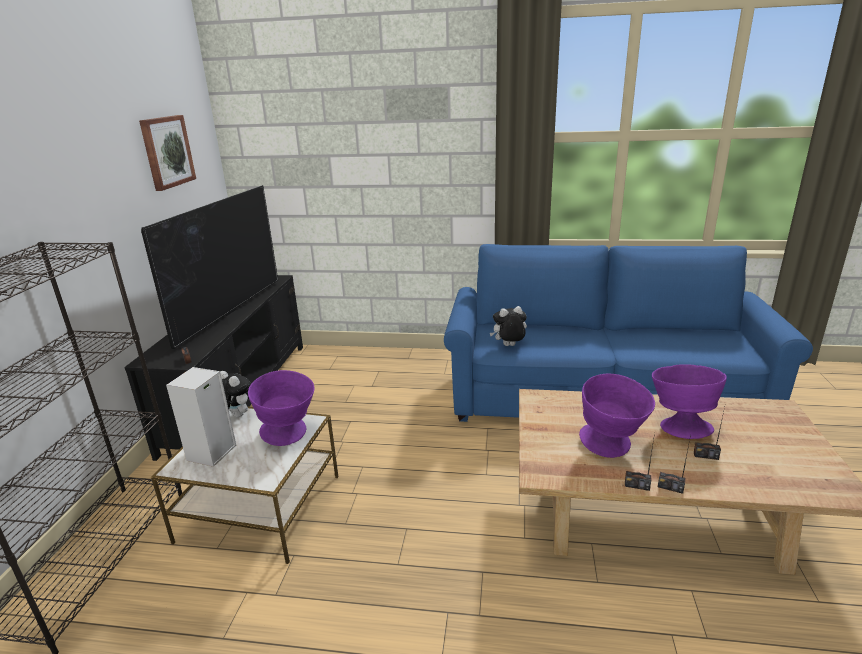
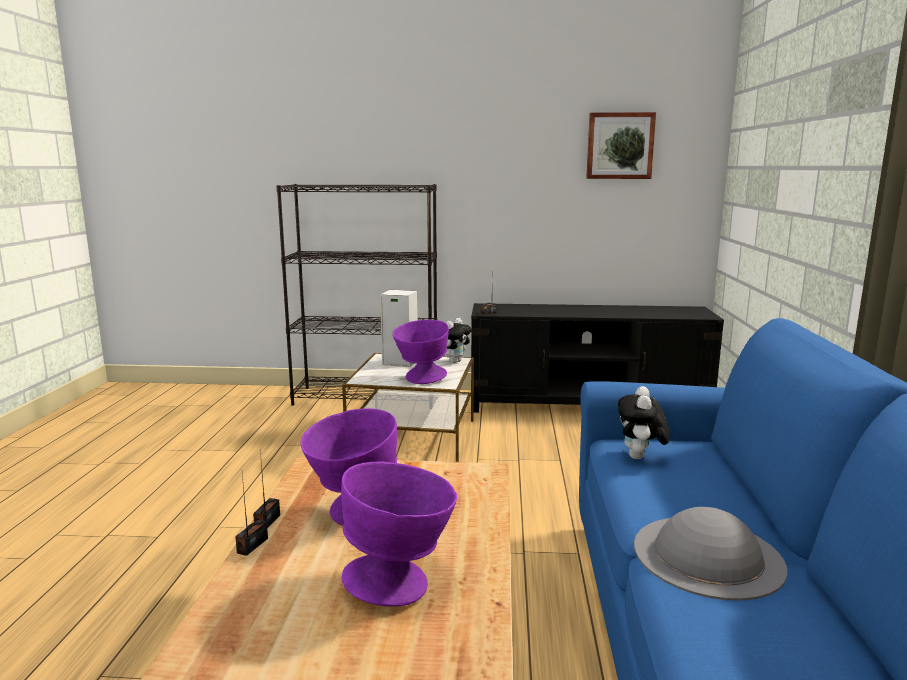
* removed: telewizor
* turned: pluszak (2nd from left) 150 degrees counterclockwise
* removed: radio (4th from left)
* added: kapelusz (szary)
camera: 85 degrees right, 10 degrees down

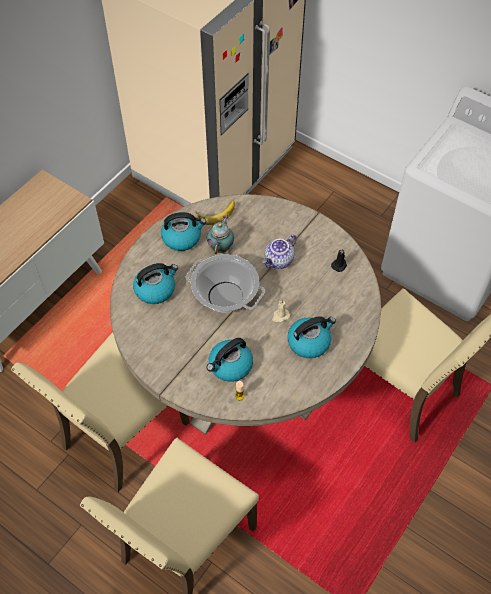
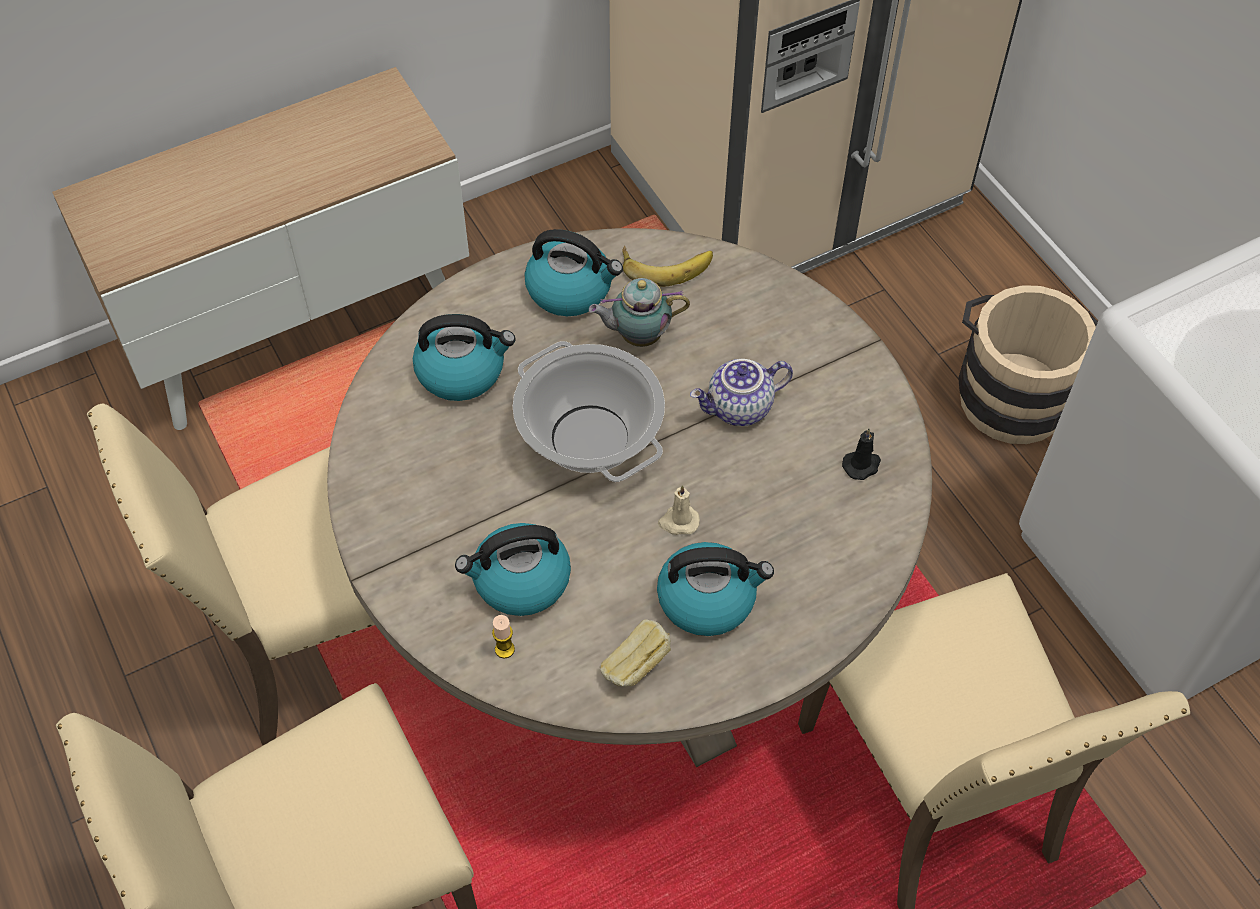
* turned: imbryk (1st from left) 135 degrees counterclockwise
* added: chleb
* added: wiadro (beżowy)
camera: 25 degrees right, 0 degrees up

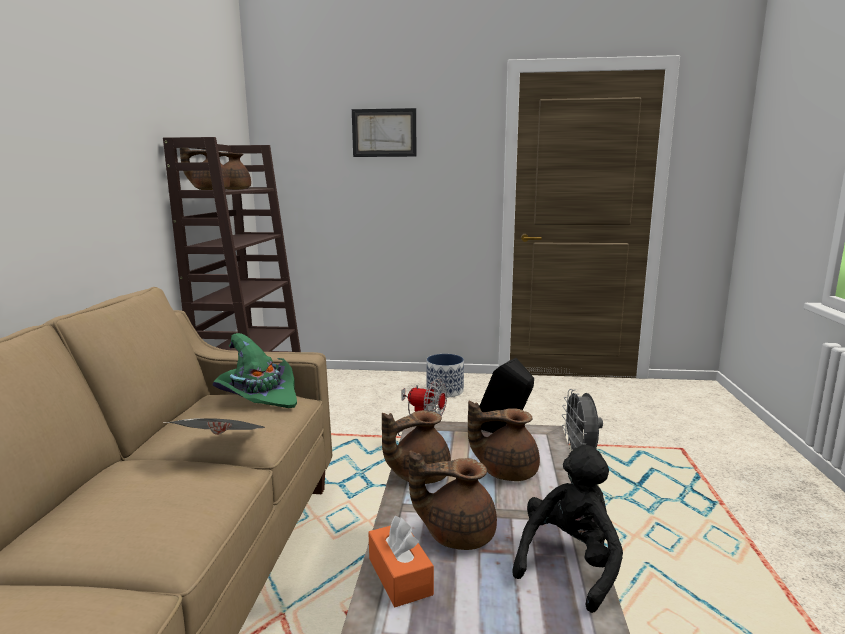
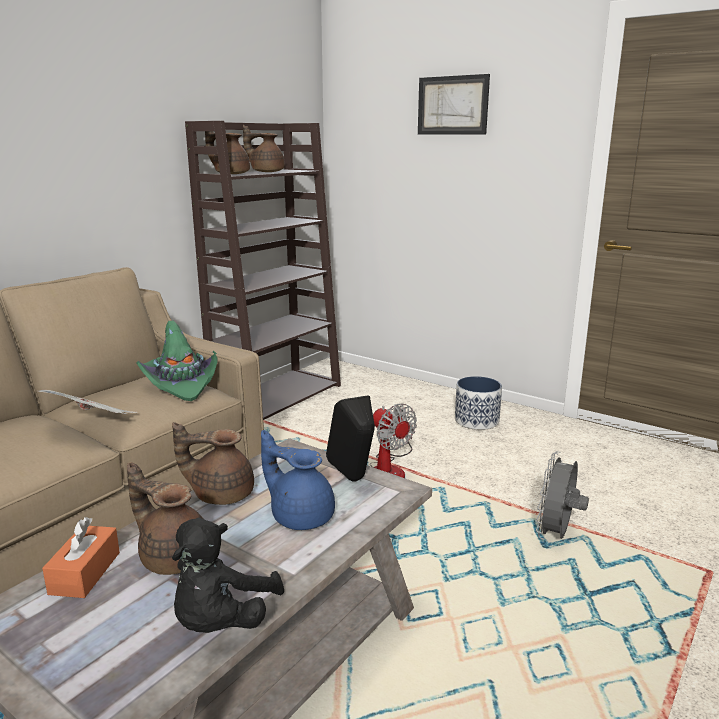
* recoloured: imbryk (brązowy) (5th from left) to imbryk (niebieski)
* turned: pluszak (czarny) 135 degrees clockwise
camera: 30 degrees right, 5 degrees up

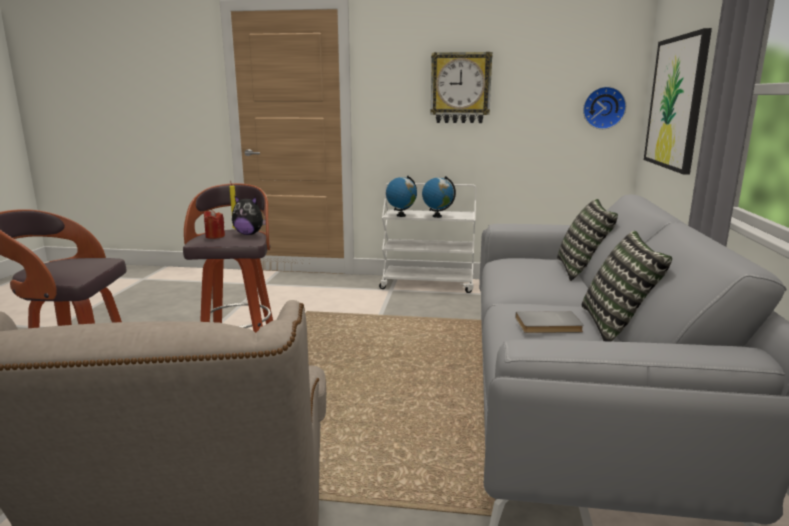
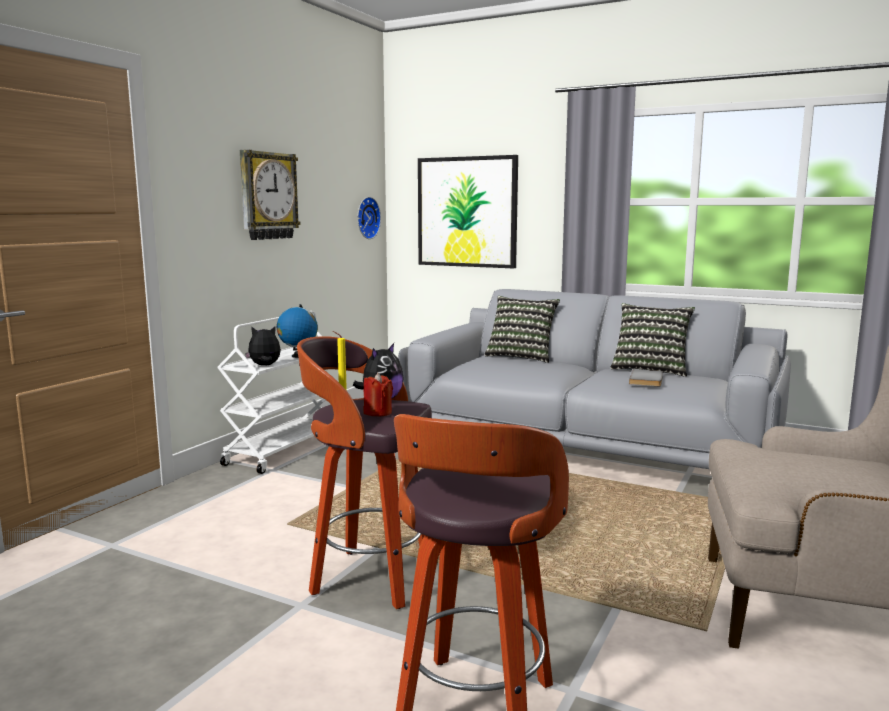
* replaced: globus (1st from left) to pluszak (1st from left)
camera: 70 degrees left, 5 degrees down

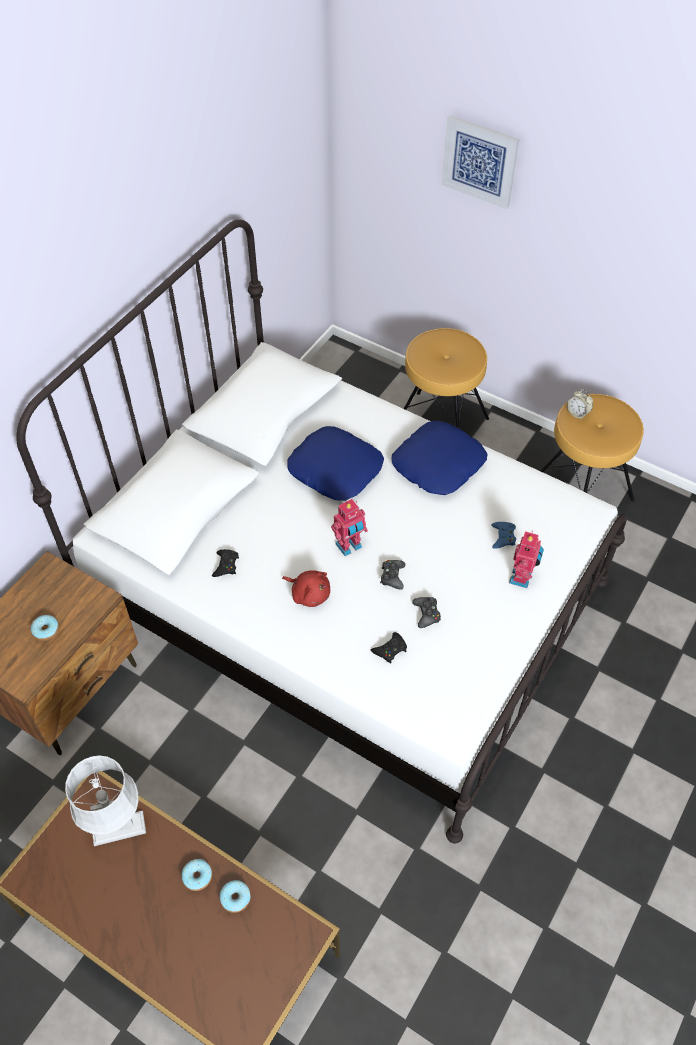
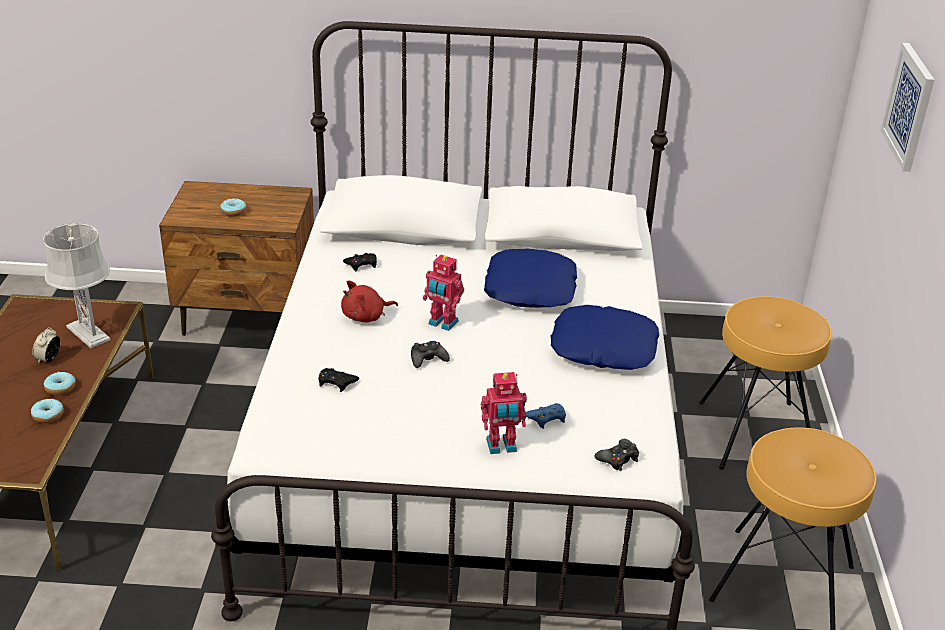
* turned: pluszak (czerwony) 60 degrees clockwise
* moved: pad do gier (czarny) (4th from left)
* moved: budzik
camera: 60 degrees right, 20 degrees down

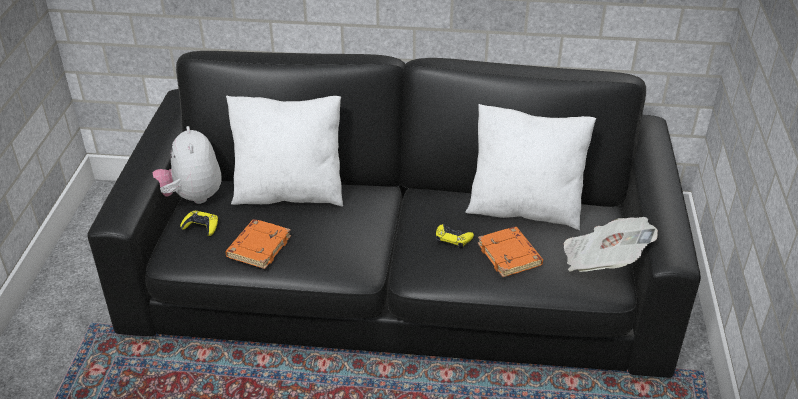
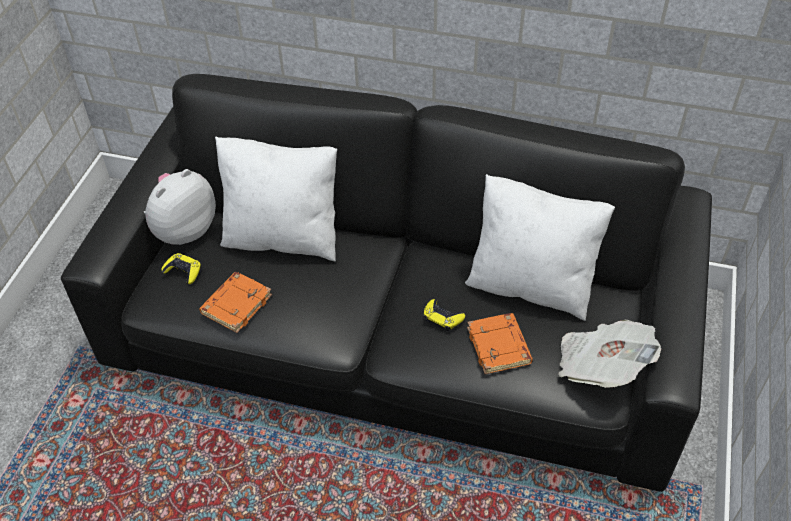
* turned: pluszak 45 degrees clockwise
camera: 10 degrees right, 10 degrees up

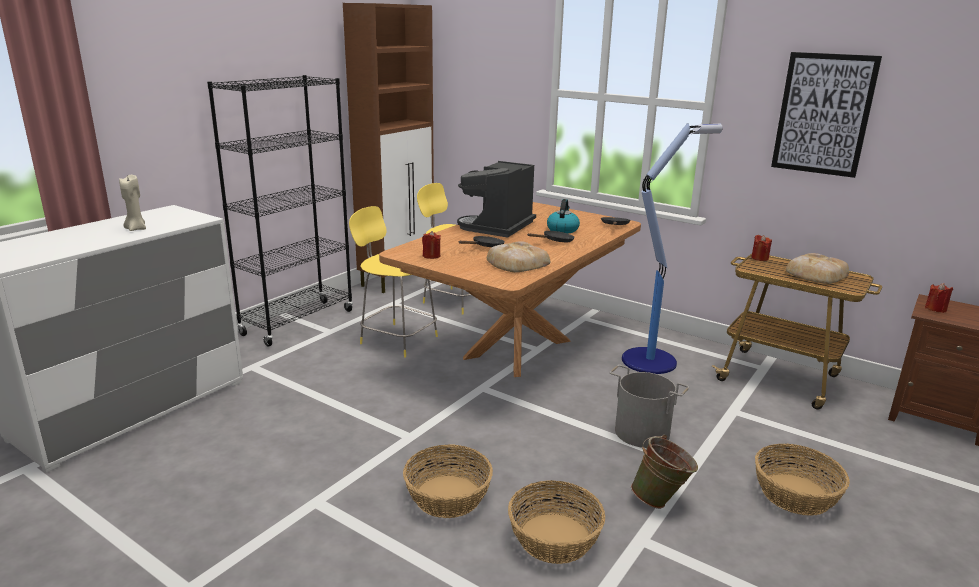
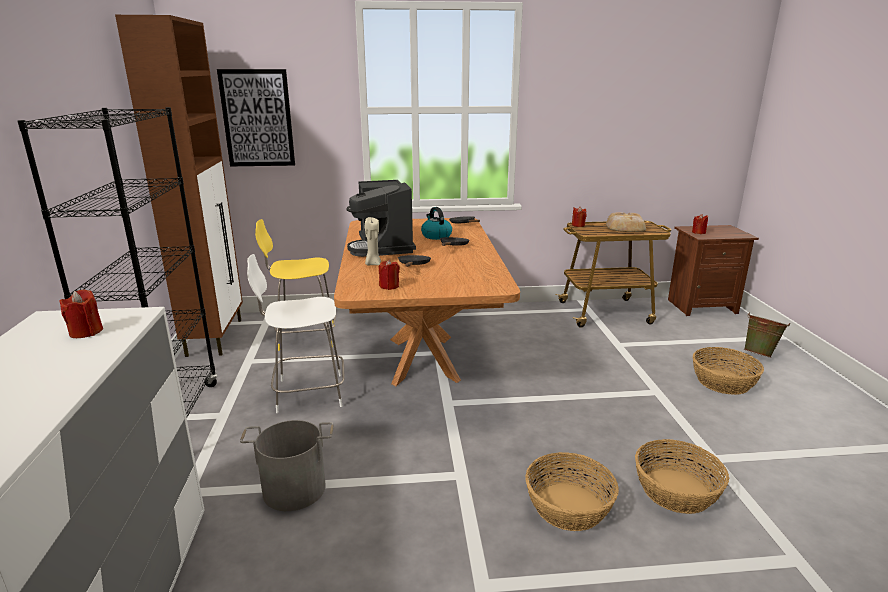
* moved: świeca (beżowy)
* recoloured: stołek (żółty) (1st from left) to stołek (biały)
* removed: chleb (1st from left)
* moved: wiadro (szary)
* removed: lampa stojąca
* moved: wiadro (zielony)
* moved: obraz
* added: świeca (czerwony) (1st from left)
camera: 40 degrees left, 0 degrees up

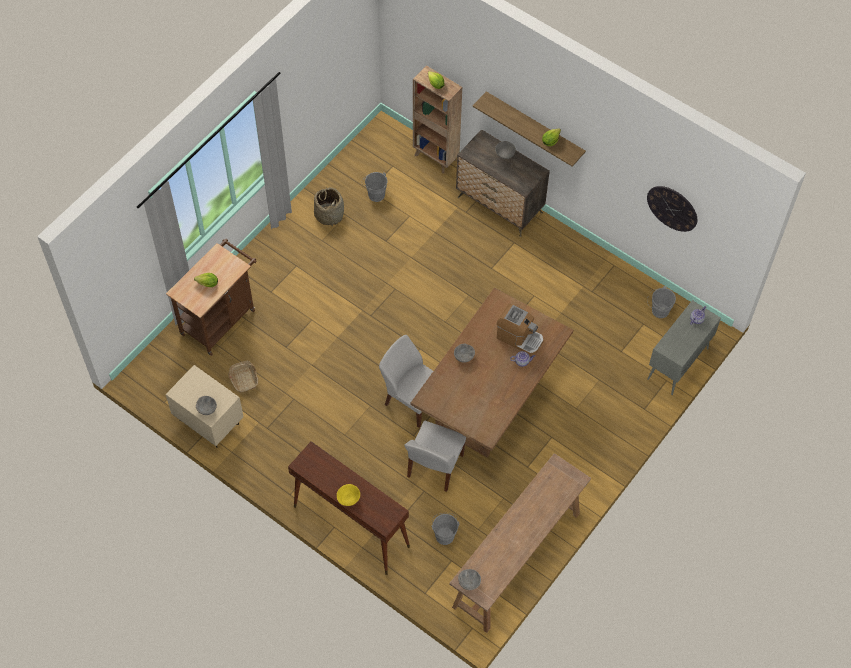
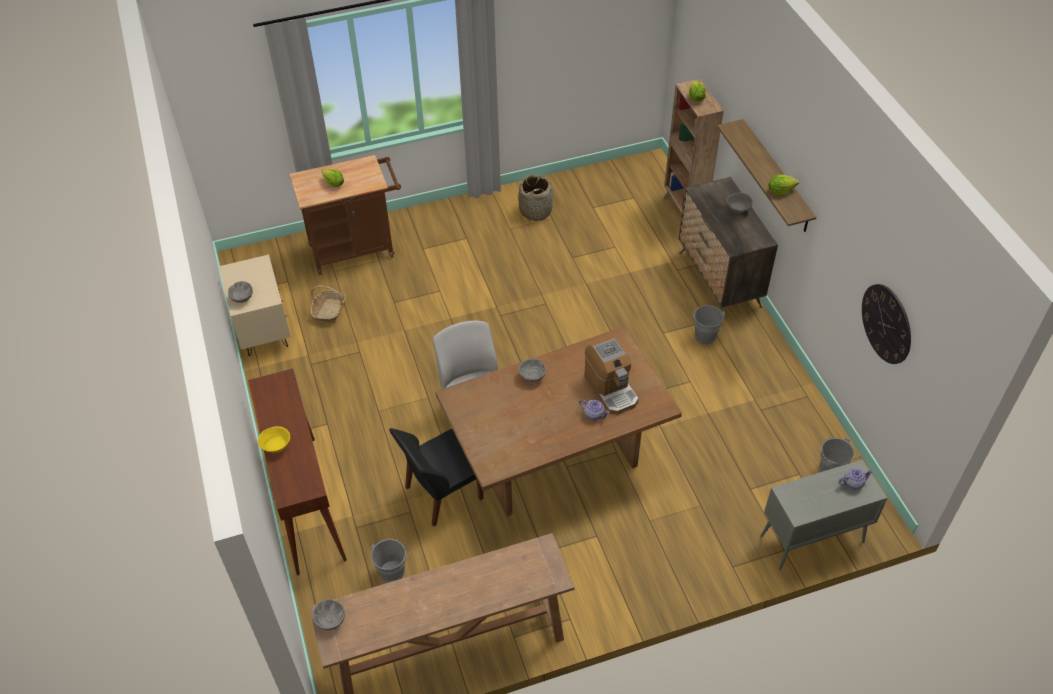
* moved: wiadro (szary) (1st from left in the first image) to wiadro (szary) (2nd from left)
* recoloured: krzesło (biały) (2nd from left) to krzesło (czarny)
camera: 35 degrees right, 10 degrees down

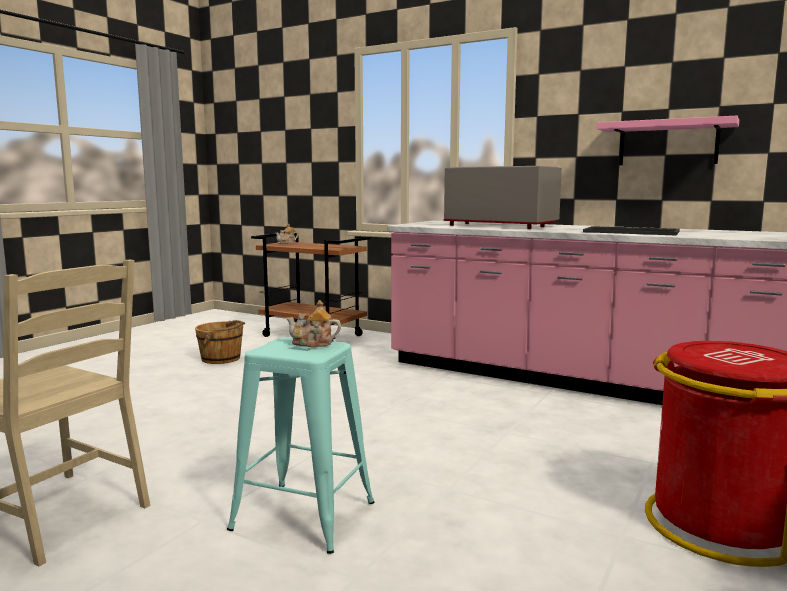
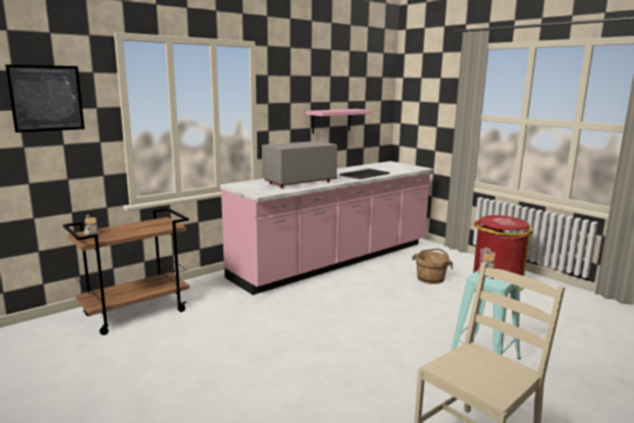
* moved: wiadro (brązowy)
* added: obraz
camera: 70 degrees left, 5 degrees up

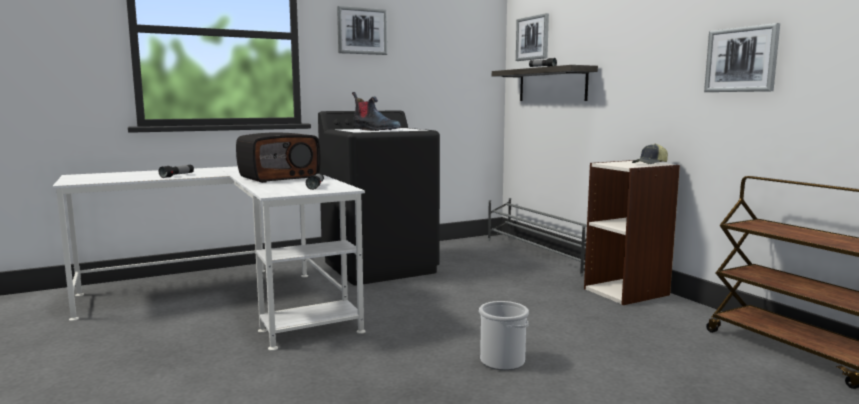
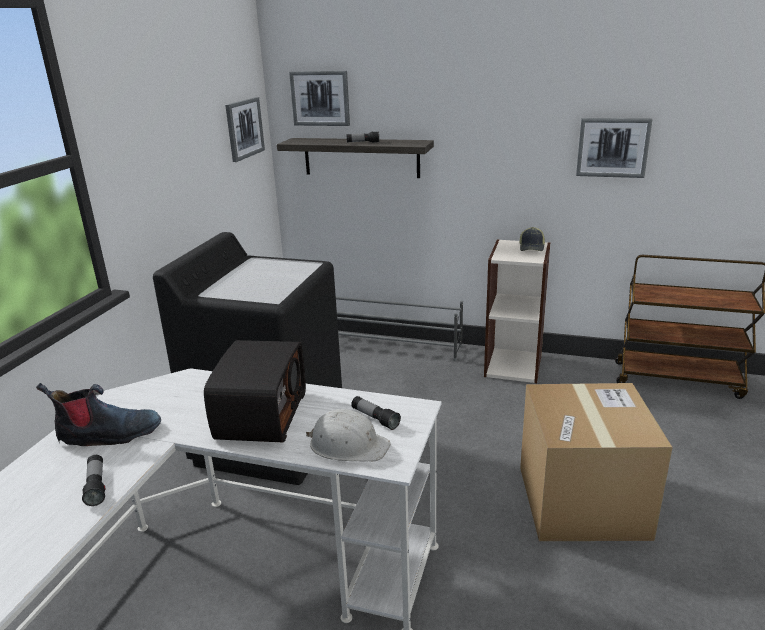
* moved: obraz (1st from left)
* moved: but z cholewką
* replaced: wiadro to karton
* added: kask (biały)
camera: 45 degrees left, 15 degrees up

